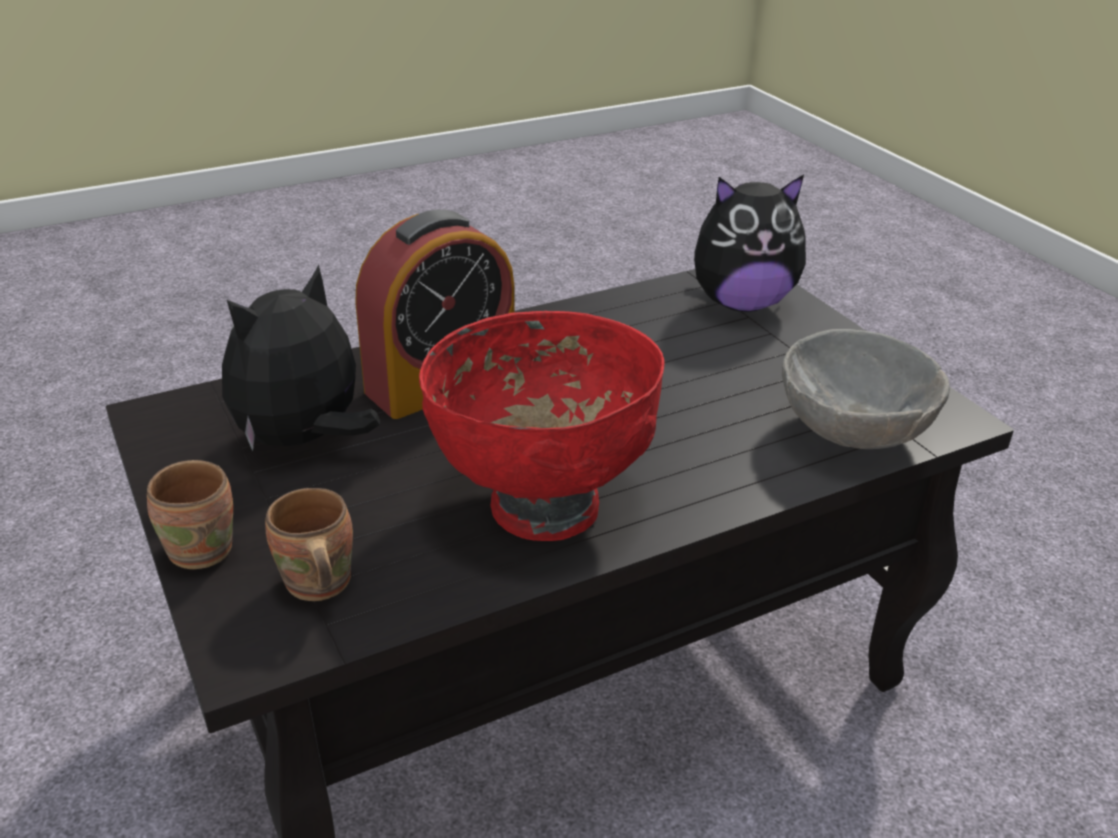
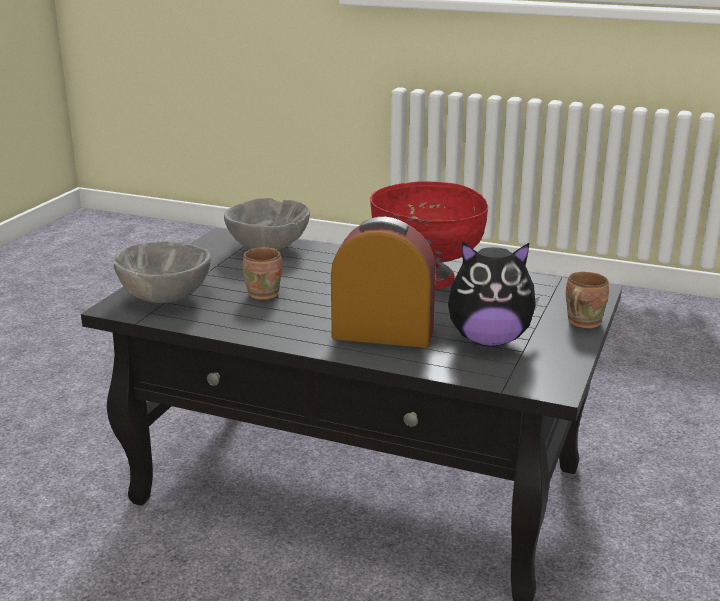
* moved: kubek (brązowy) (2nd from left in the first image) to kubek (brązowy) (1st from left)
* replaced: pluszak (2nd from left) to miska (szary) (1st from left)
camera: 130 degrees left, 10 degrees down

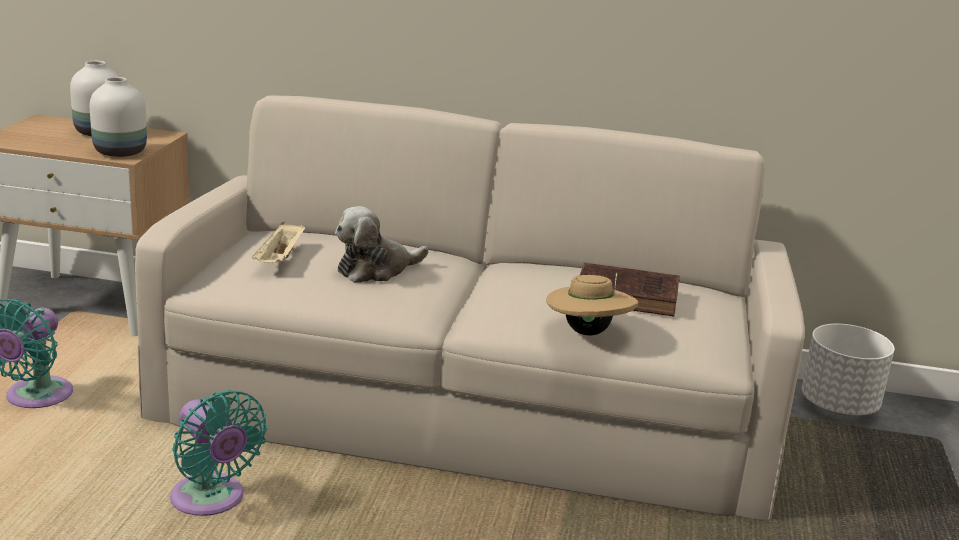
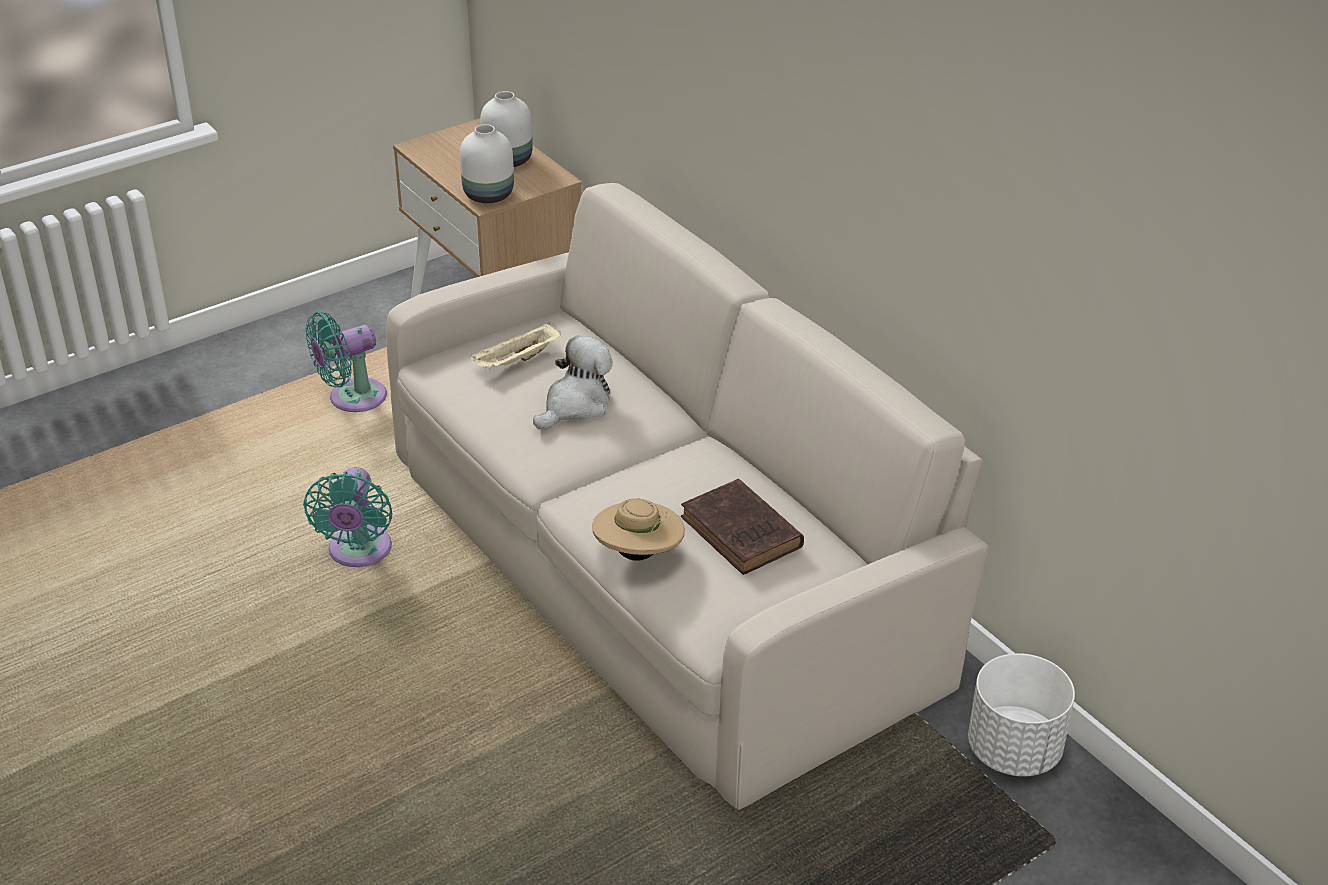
* turned: pluszak 120 degrees clockwise
camera: 45 degrees right, 15 degrees up

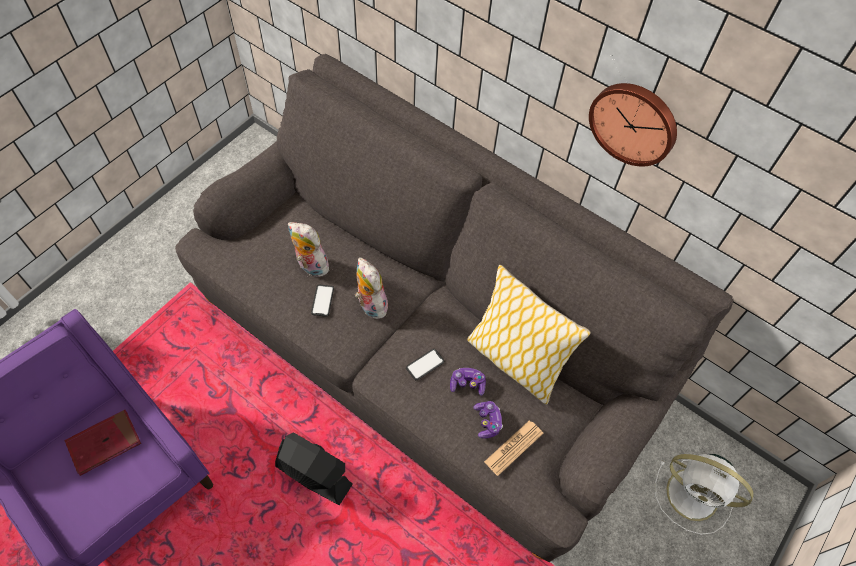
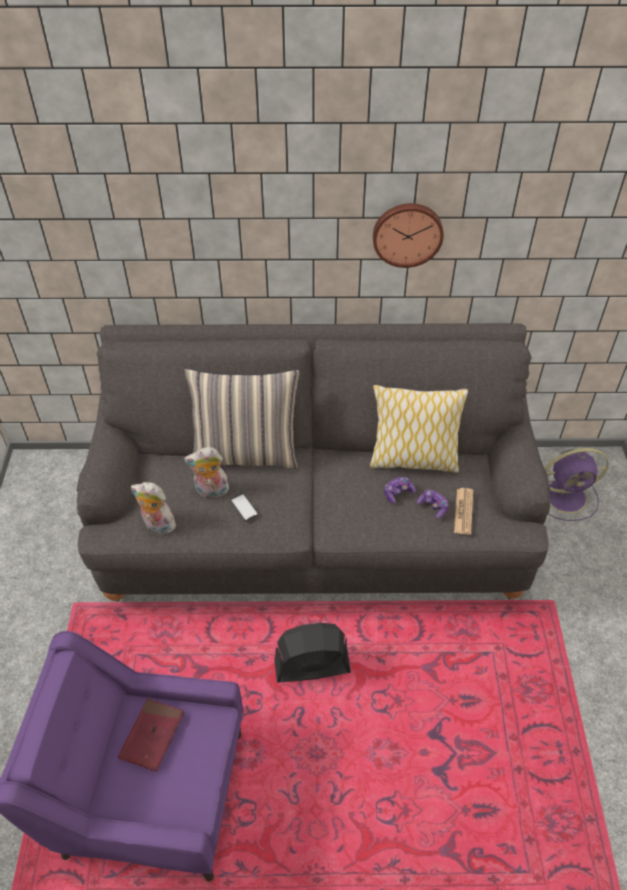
* moved: pluszak (2nd from left in the first image) to pluszak (1st from left)
* removed: telefon (2nd from left)
* recoloured: wentylator (biały) to wentylator (fioletowy)
* added: poduszka (1st from left)
camera: 35 degrees left, 10 degrees down

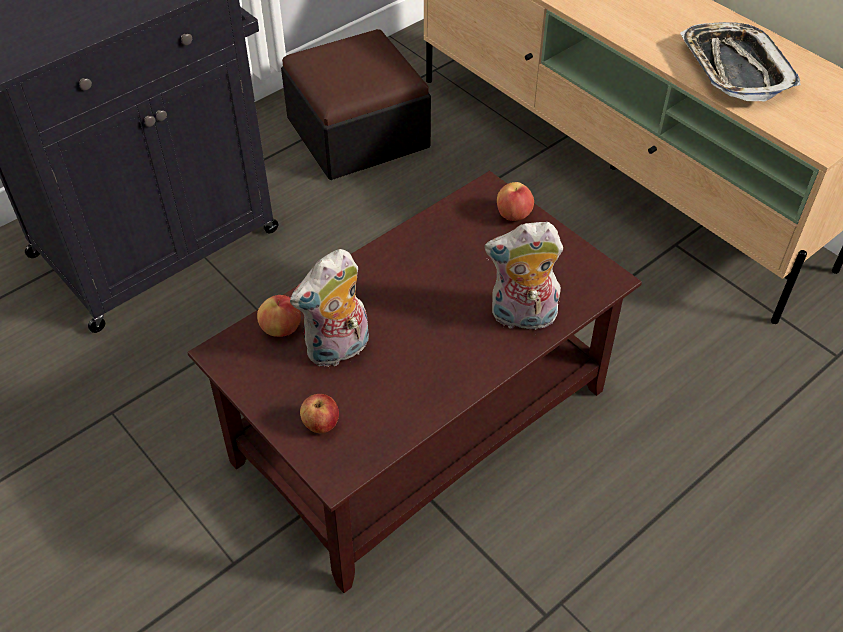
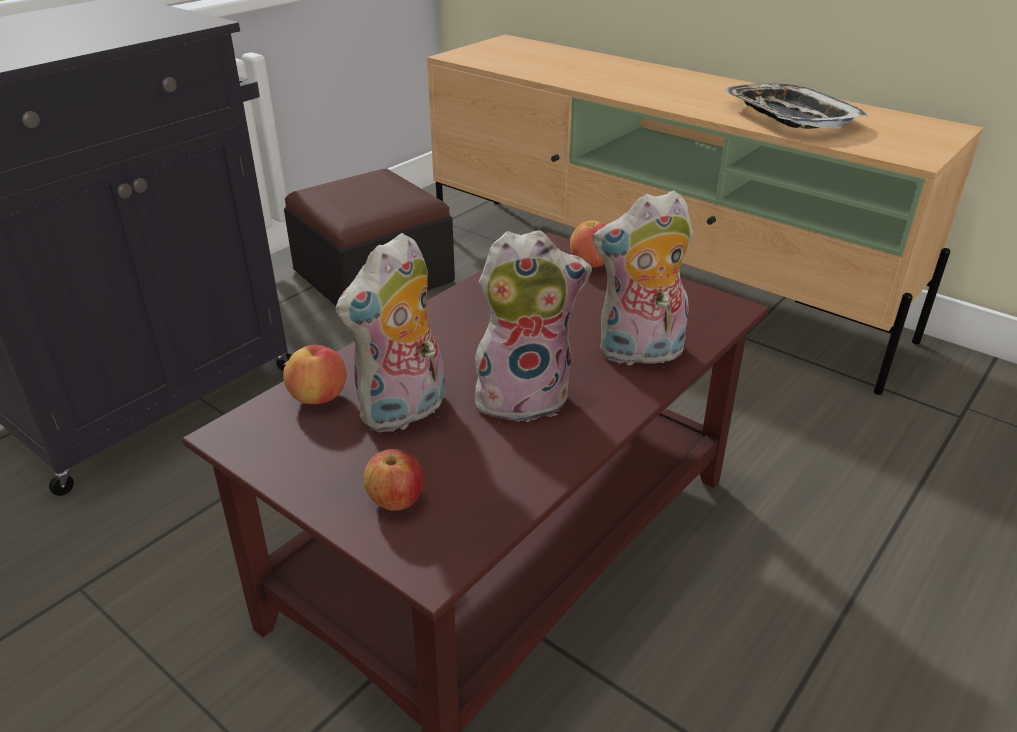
* added: pluszak (2nd from left)
camera: 10 degrees left, 15 degrees down

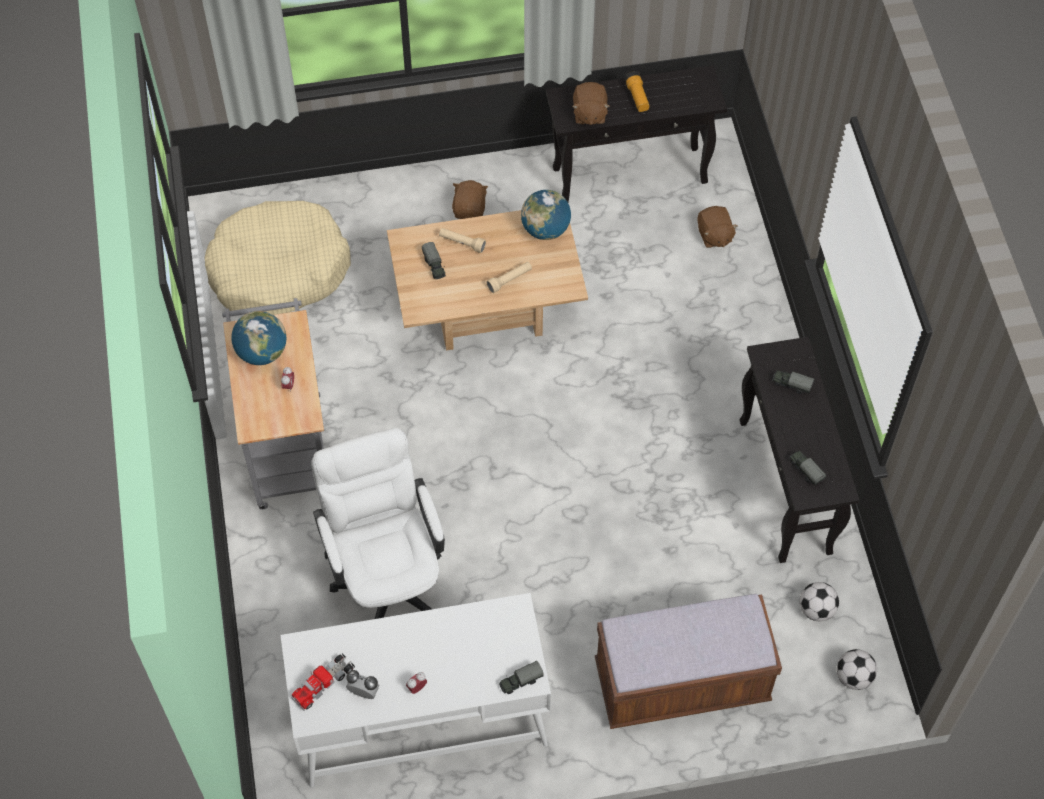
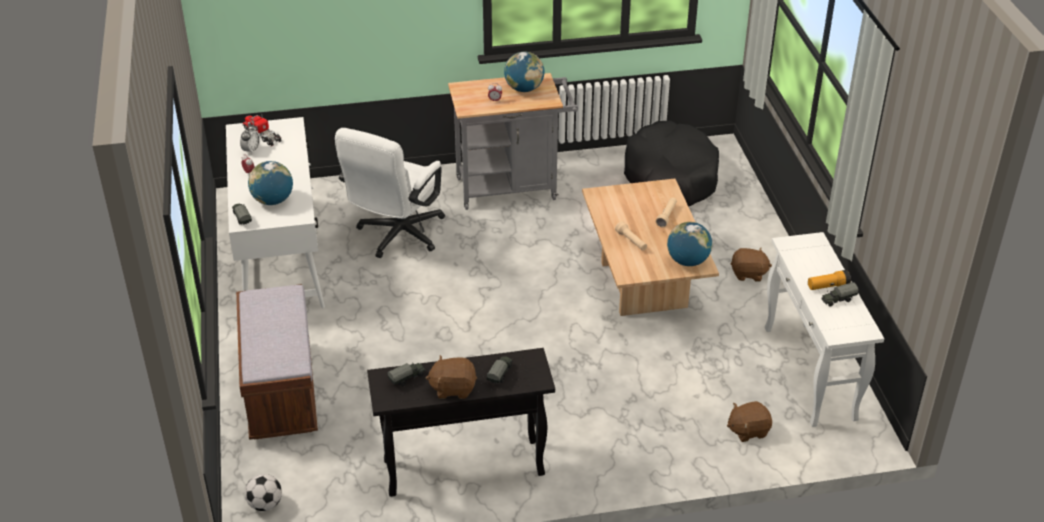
* recoloured: legowisko (beżowy) to legowisko (czarny)
* turned: krzesło biurowe (biały) 135 degrees clockwise
* moved: ciężarówka zabawkowa (2nd from left in the first image) to ciężarówka zabawkowa (5th from left)
* recoloured: stolik konsolowy (czarny) (1st from left) to stolik konsolowy (biały)
* moved: pluszak (brązowy) (2nd from left in the first image) to pluszak (brązowy) (1st from left)
* removed: piłka futbolowa (1st from left)
* added: globus (1st from left)
camera: 90 degrees right, 20 degrees down

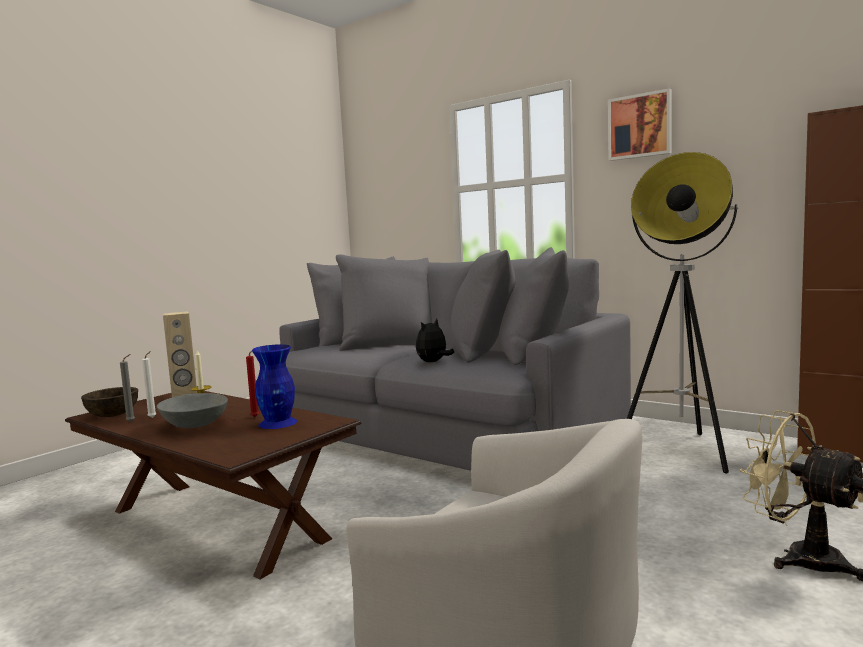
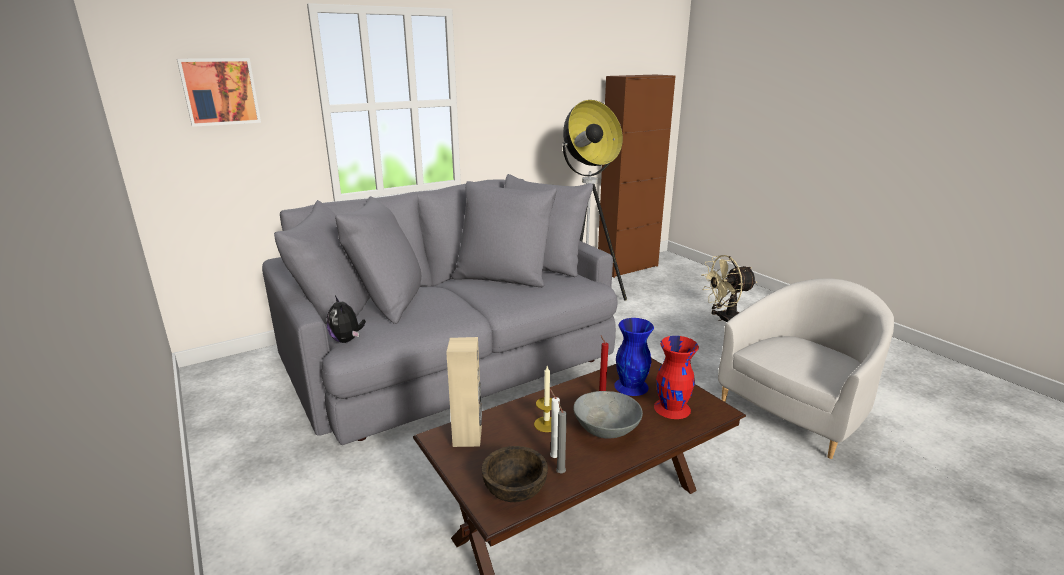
* moved: pluszak
* moved: obraz
* added: wazon (czerwony)
camera: 70 degrees left, 15 degrees up

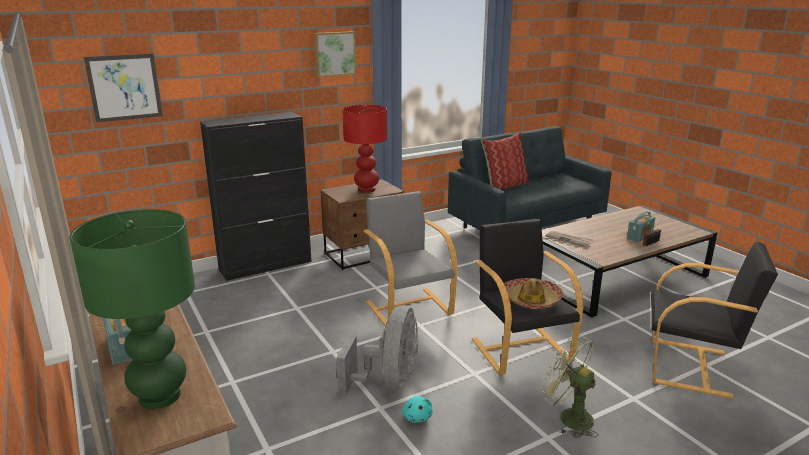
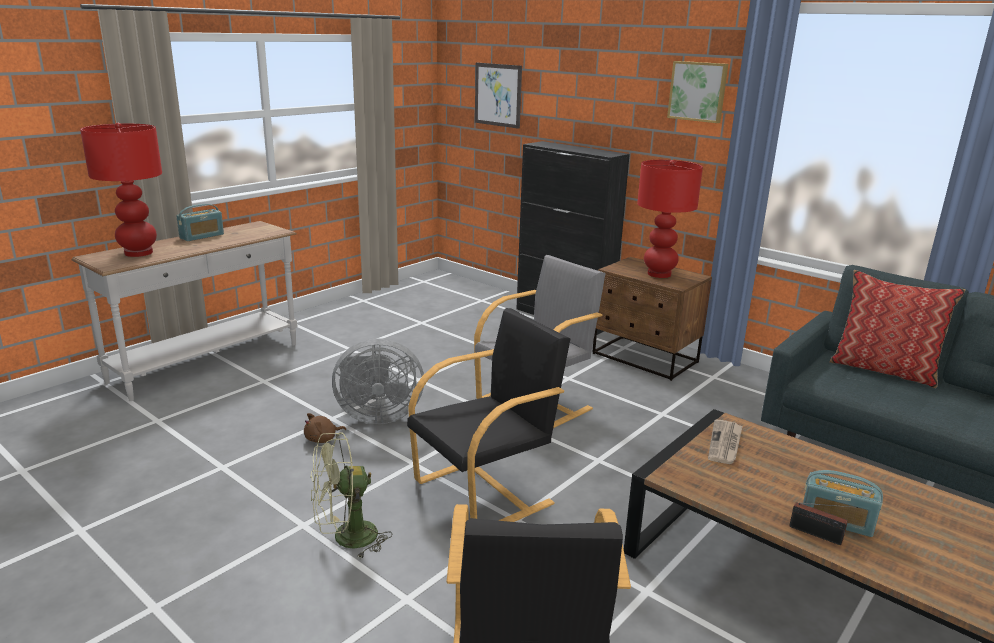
* recoloured: lampa stołowa (zielony) to lampa stołowa (czerwony) (1st from left)
* recoloured: pluszak (turkusowy) to pluszak (brązowy)
* removed: kapelusz
* turned: wentylator (zielony) 135 degrees counterclockwise
camera: 70 degrees right, 0 degrees up

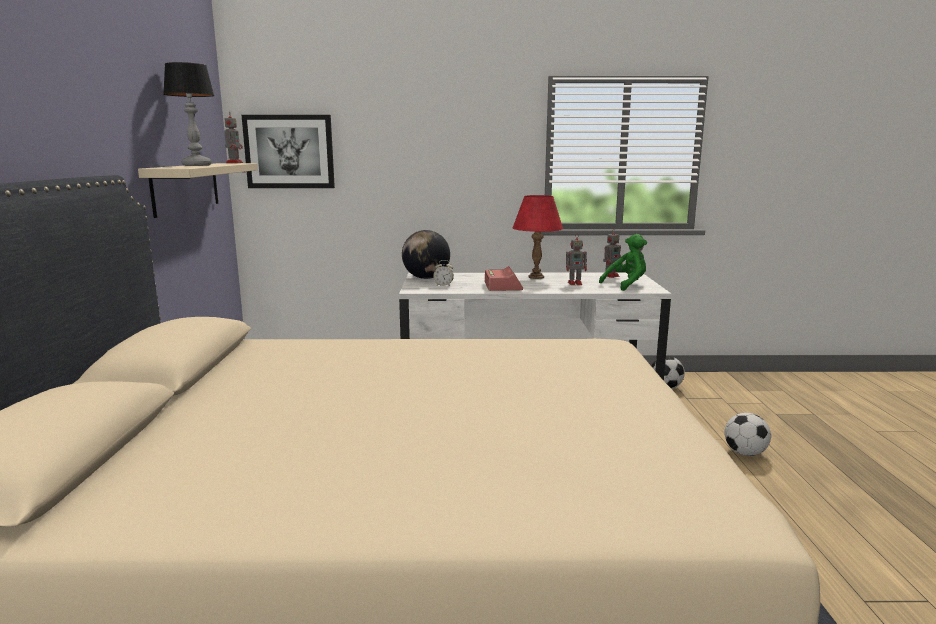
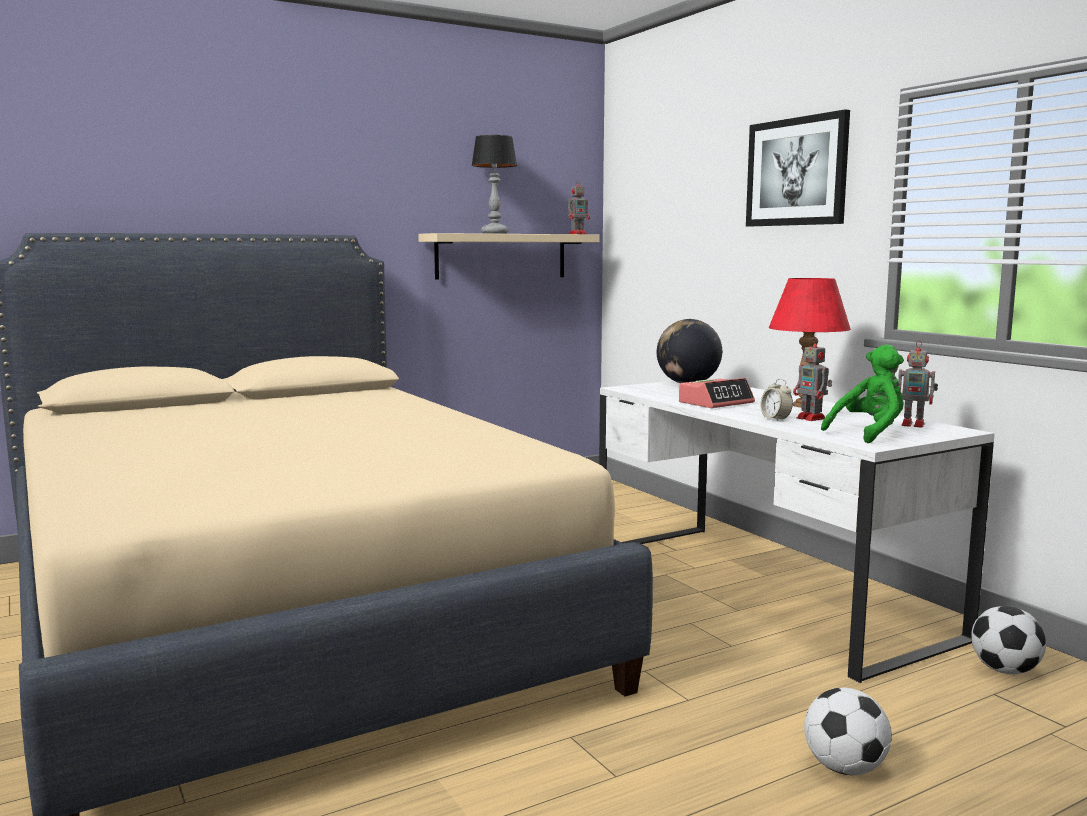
* moved: obraz
* moved: budzik (1st from left in the first image) to budzik (2nd from left)
* turned: pluszak (zielony) 60 degrees counterclockwise
camera: 60 degrees right, 5 degrees down

